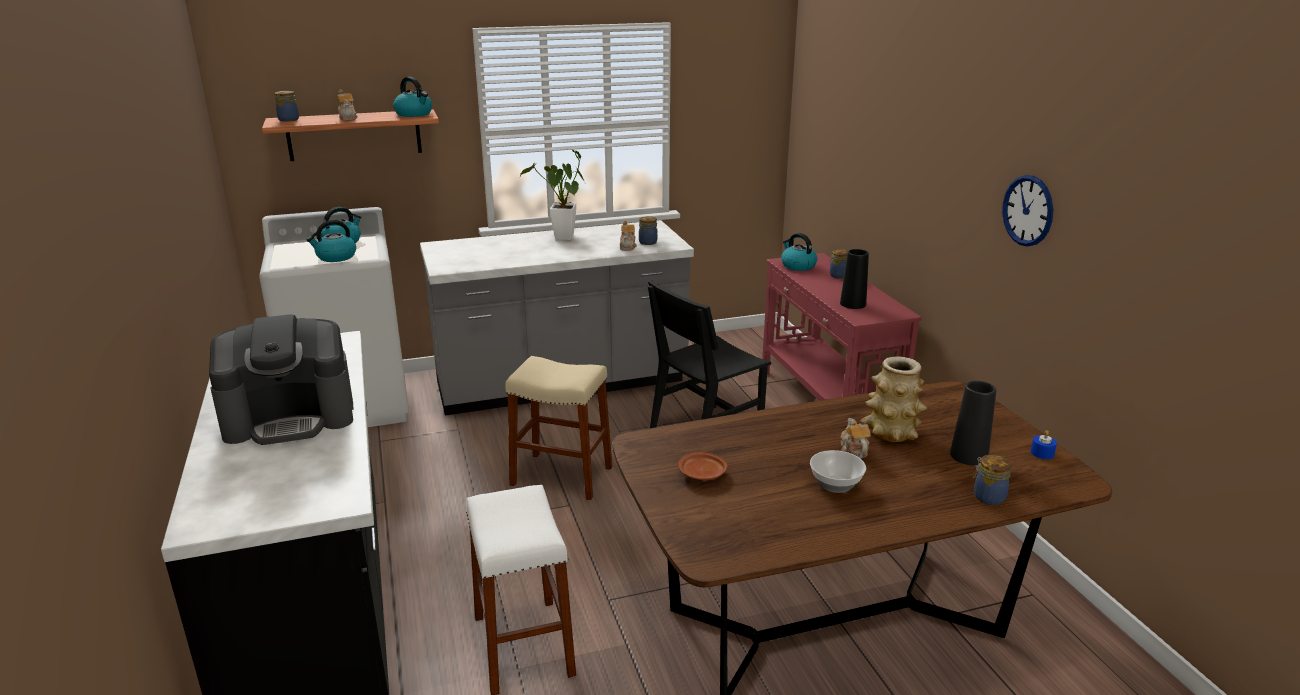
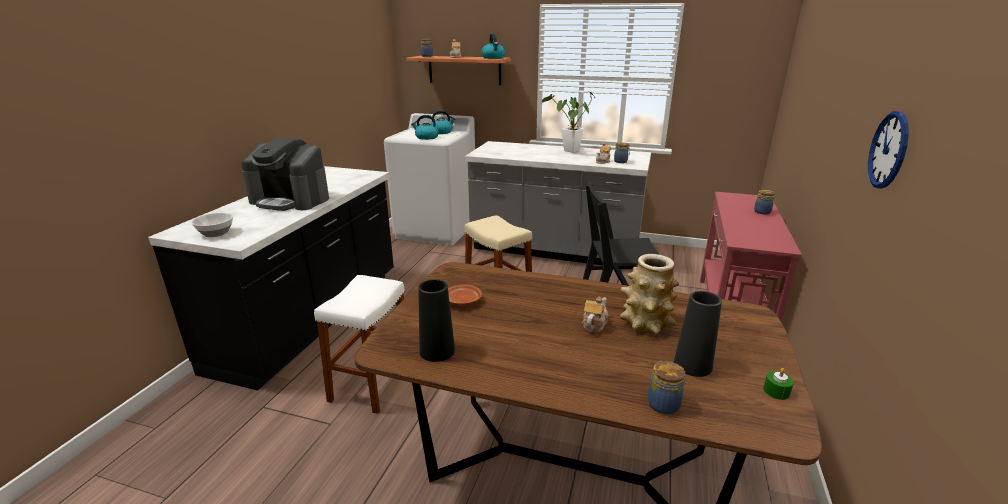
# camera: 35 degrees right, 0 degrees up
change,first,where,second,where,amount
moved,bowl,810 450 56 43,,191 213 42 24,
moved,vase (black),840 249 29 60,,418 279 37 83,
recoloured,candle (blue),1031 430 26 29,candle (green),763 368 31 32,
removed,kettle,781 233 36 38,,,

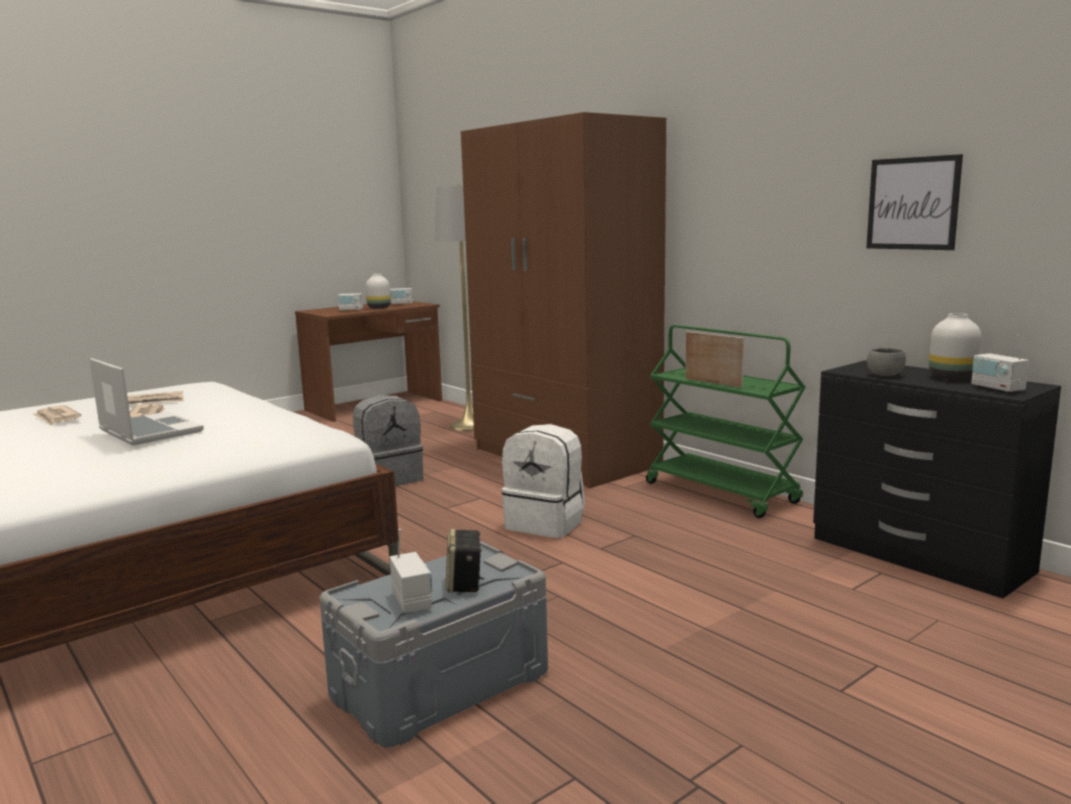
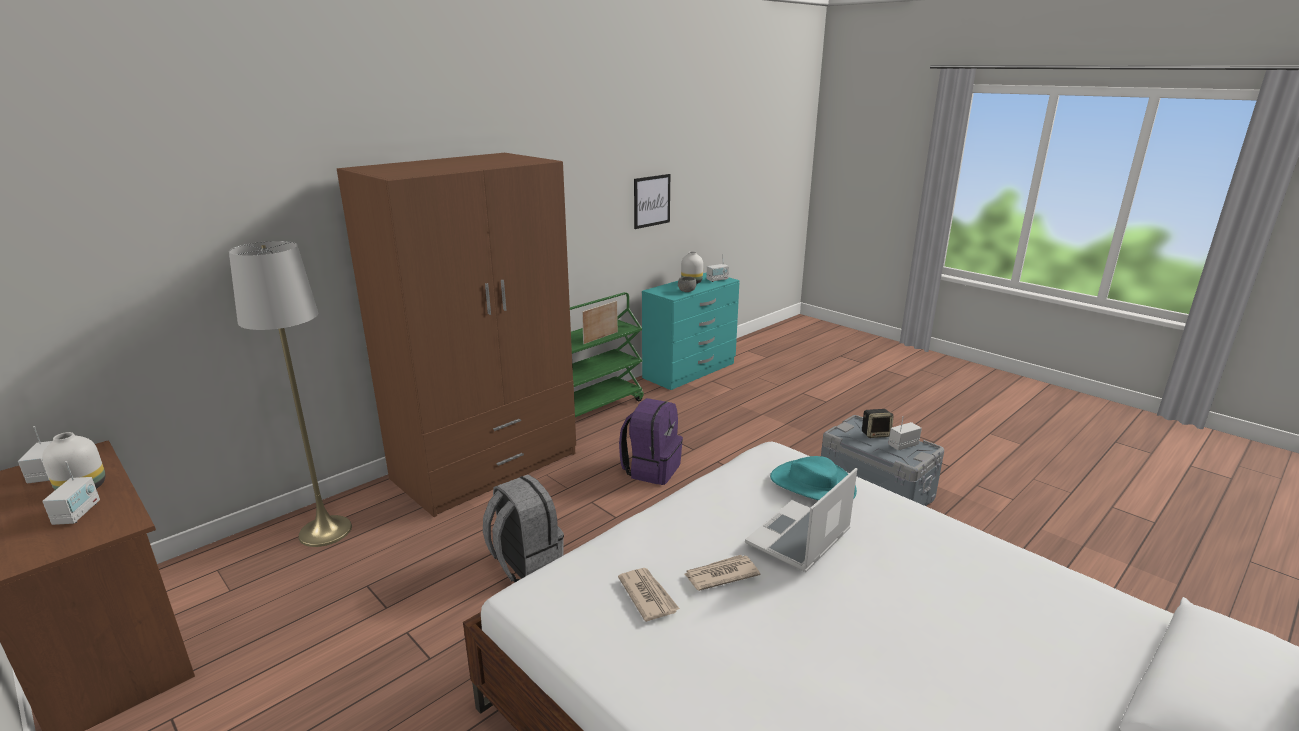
# camera: 95 degrees left, 10 degrees up
change,first,where,second,where,amount
recoloured,backpack (white),502 424 83 114,backpack (purple),619 398 64 87,
recoloured,dresser (black),813 360 248 238,dresser (turquoise),642 272 98 118,
added,,,hat (turquoise),770 456 87 44,
removed,newspaper,33 405 49 20,,,

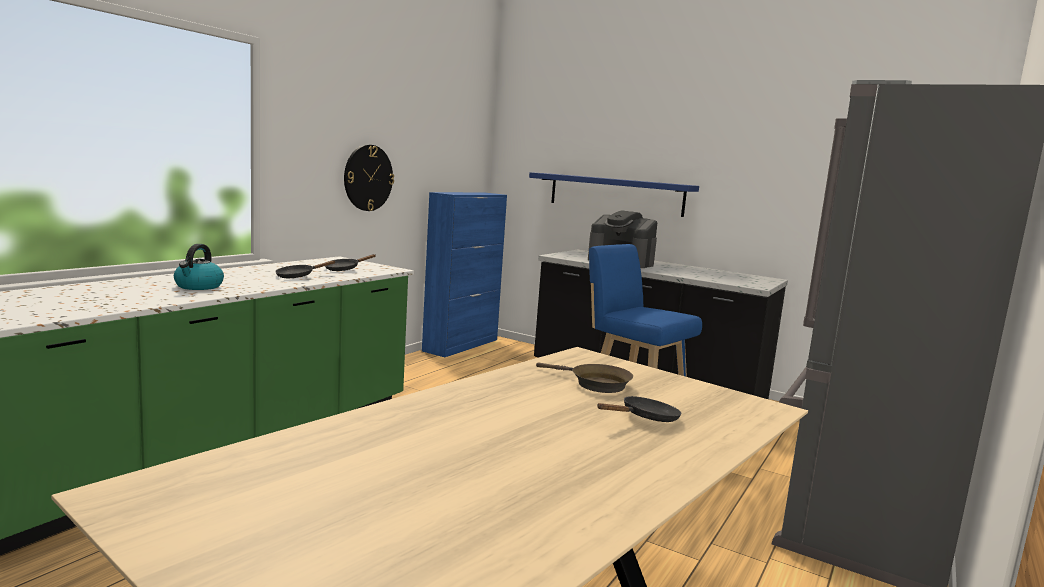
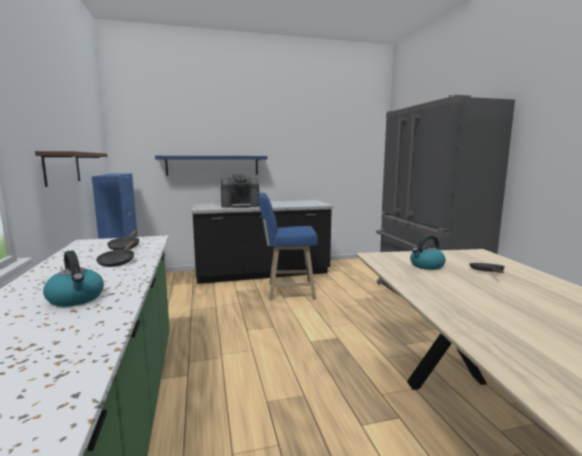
# camera: 45 degrees left, 0 degrees up
change,first,where,second,where,amount
replaced,wall clock,344 145 50 66,shelf (brown),35 151 73 36,
replaced,frying pan (brown),536 363 97 30,kettle,410 235 36 35,

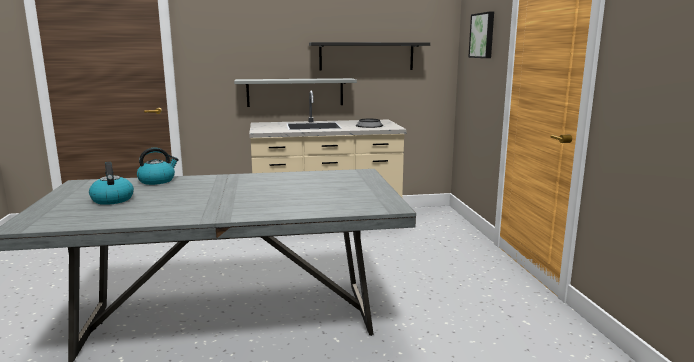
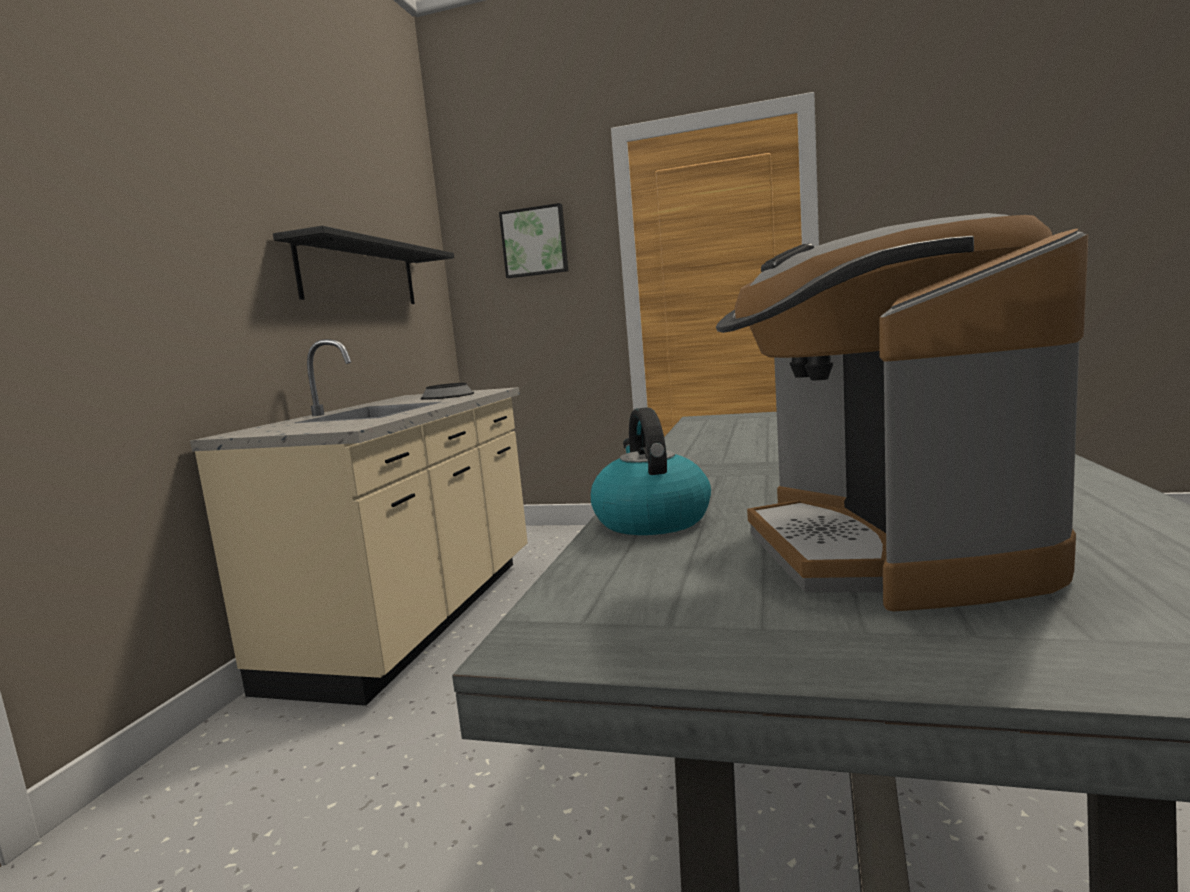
# camera: 65 degrees left, 5 degrees down
change,first,where,second,where,amount
replaced,kettle,89 162 45 43,coffee machine,716 213 372 398,
removed,shelf (grey),234 78 123 29,,,

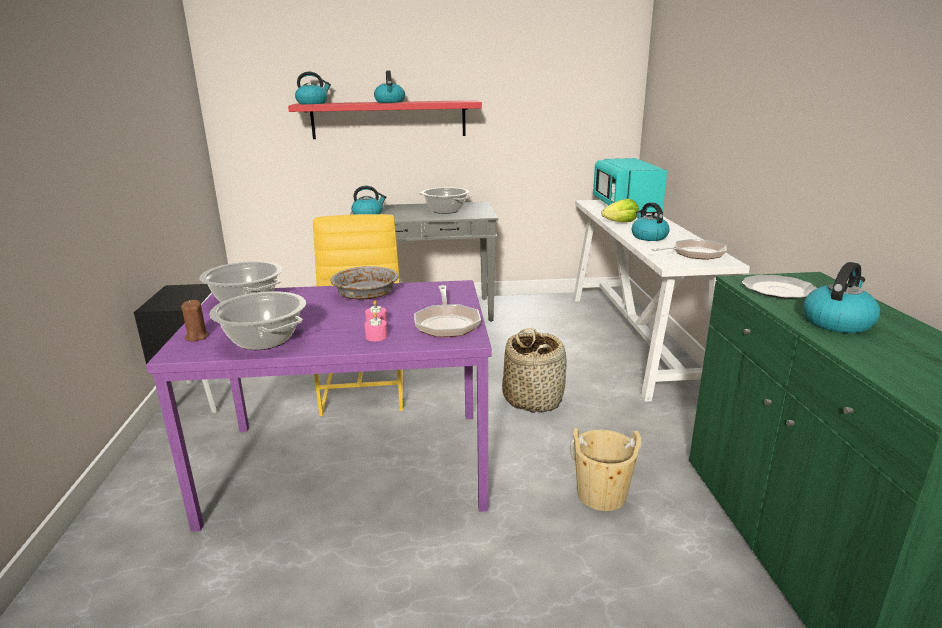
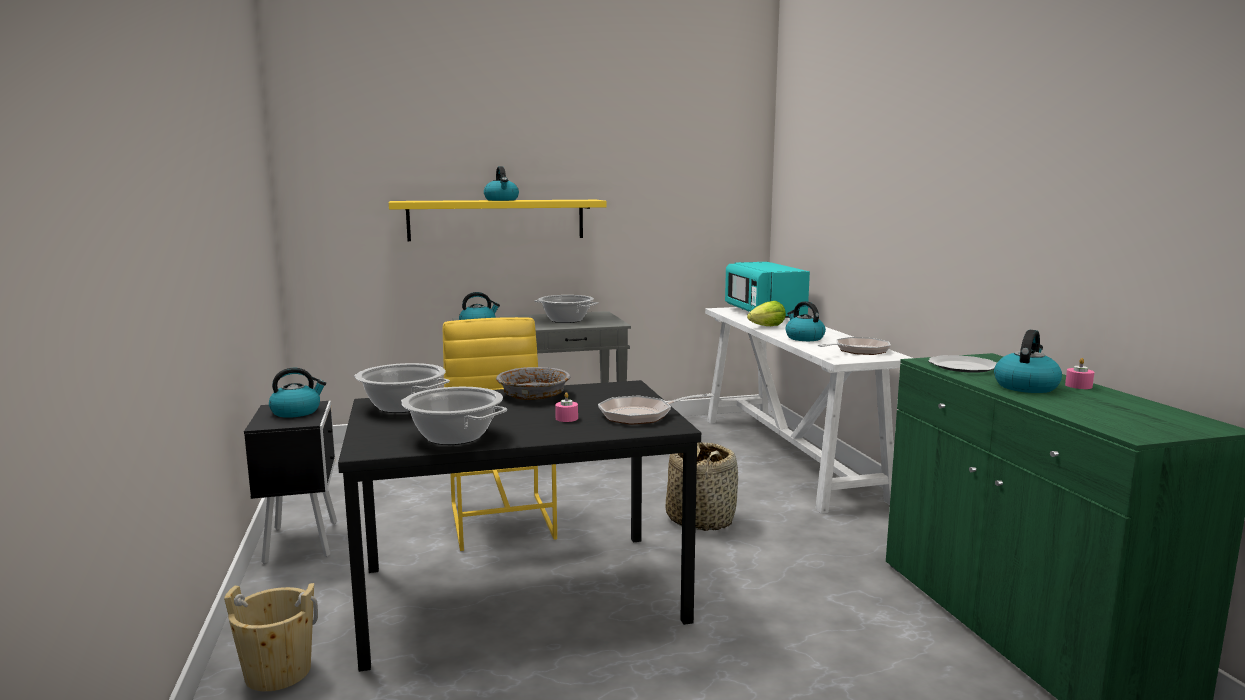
# camera: 10 degrees left, 10 degrees down
change,first,where,second,where,amount
moved,bucket (beige),570 428 72 83,,224 583 94 109,
moved,kettle,295 72 36 32,,269 368 57 50,
recoloured,dining table (purple),146 280 346 252,dining table (black),338 380 363 292,
recoloured,shelf (red),288 100 194 39,shelf (yellow),389 200 218 41,
turned,frying pan,414 285 67 52,,598 393 116 32,90 degrees clockwise
moved,candle (pink),364 312 24 29,,1065 358 29 31,
removed,candle (brown),181 300 28 41,,,

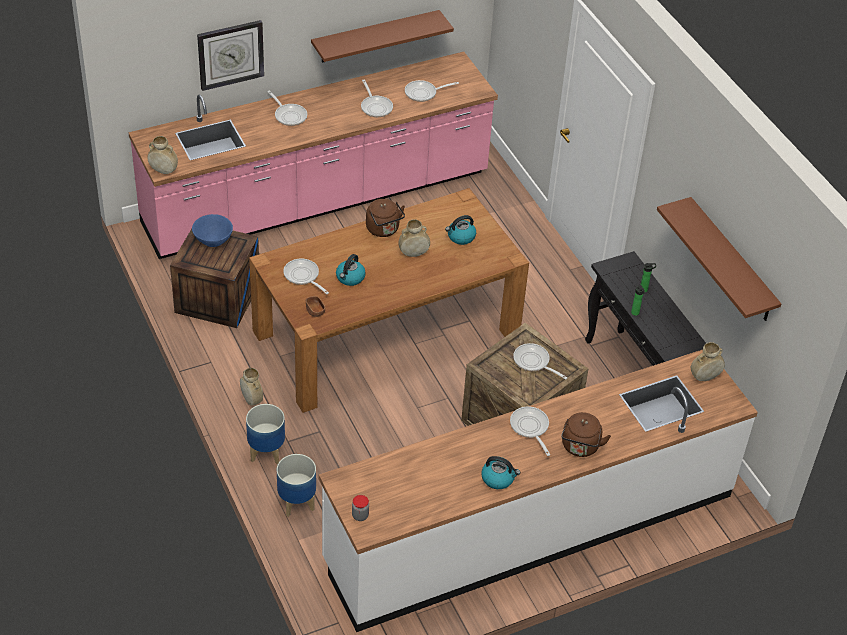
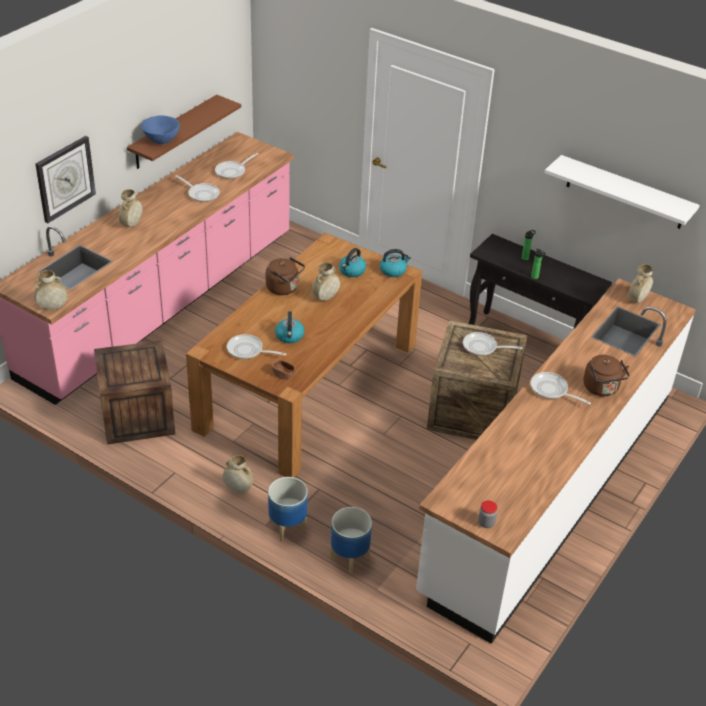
# camera: 30 degrees left, 5 degrees down
change,first,where,second,where,amount
replaced,frying pan,267 90 40 36,vase (beige),119 189 24 38,
moved,bowl (blue),192 214 41 33,,141 115 39 29,
moved,kettle,481 456 39 33,,380 249 31 28,
recoloured,shelf (brown),657 197 124 124,shelf (white),544 155 156 74,

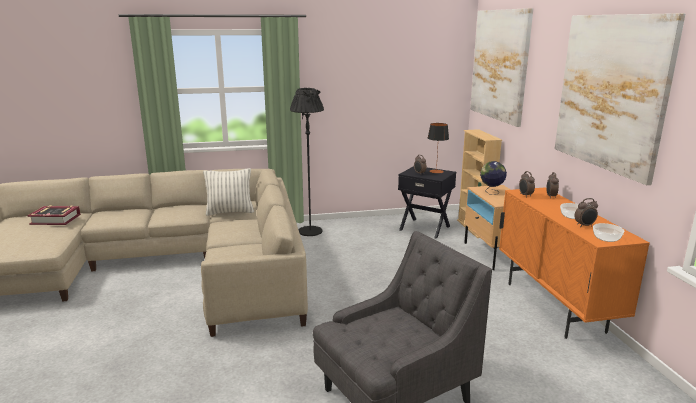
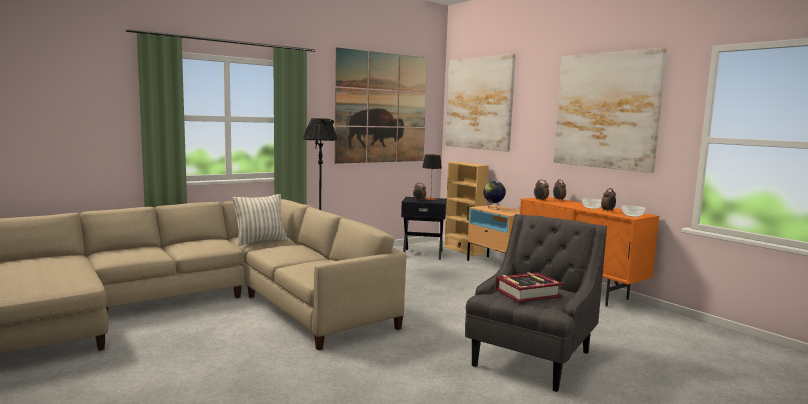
# camera: 25 degrees left, 10 degrees down
change,first,where,second,where,amount
added,,,picture,335 47 92 117,
moved,book,27 205 54 20,,495 272 68 30,

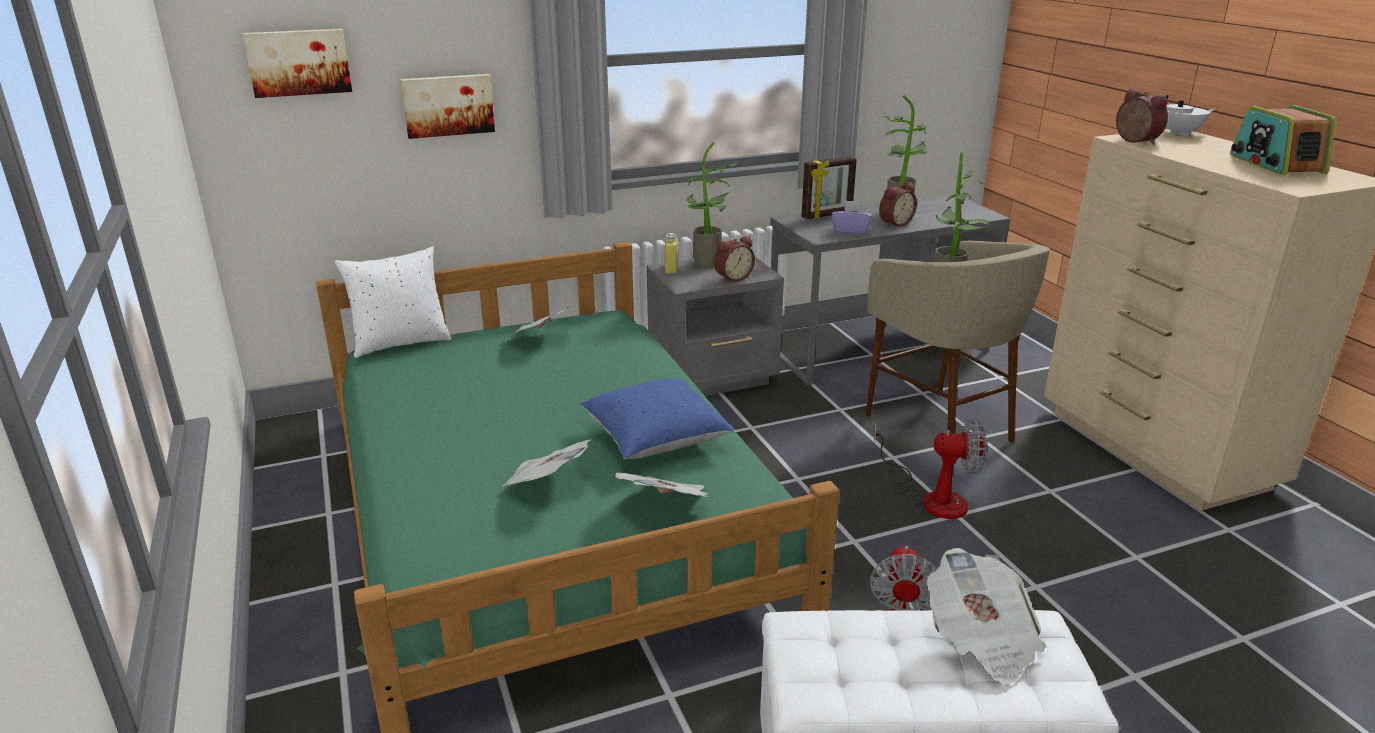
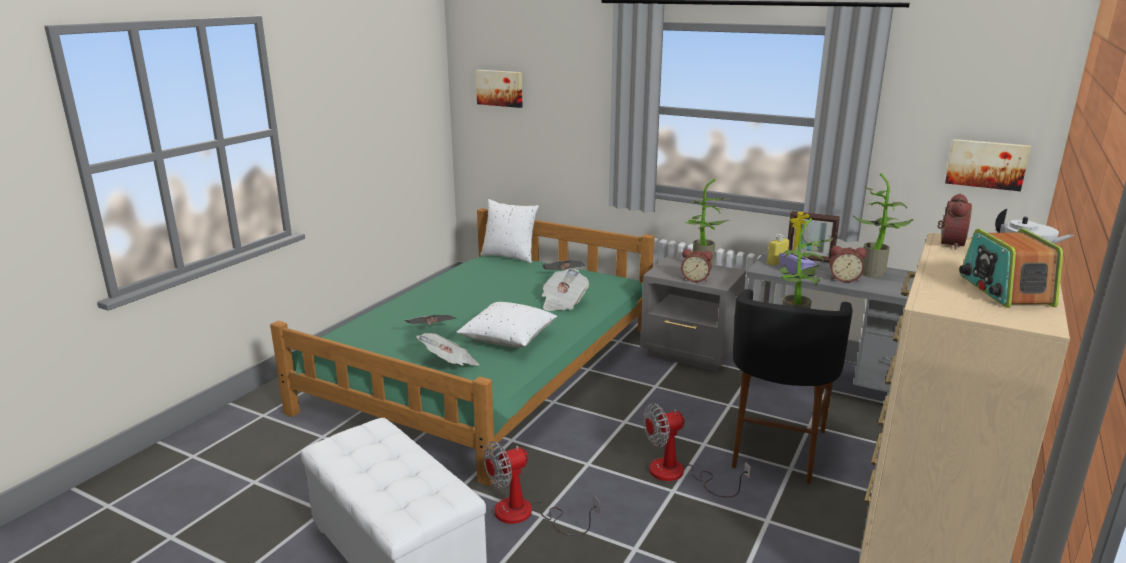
# camera: 50 degrees right, 5 degrees down
change,first,where,second,where,amount
recoloured,pillow (blue),580 378 155 81,pillow (white),456 302 101 46,
moved,newspaper,926 548 120 138,,542 268 47 43,
turned,fan,874 418 113 101,,643 403 108 95,105 degrees clockwise
recoloured,stool (beige),866 241 184 201,stool (black),732 289 121 195,
moved,bottle (yellow),665 233 13 40,,767 234 22 32,
moved,picture,400 74 95 65,,945 139 86 52,
turned,radio,1230 105 106 70,,959 229 104 79,45 degrees counterclockwise

